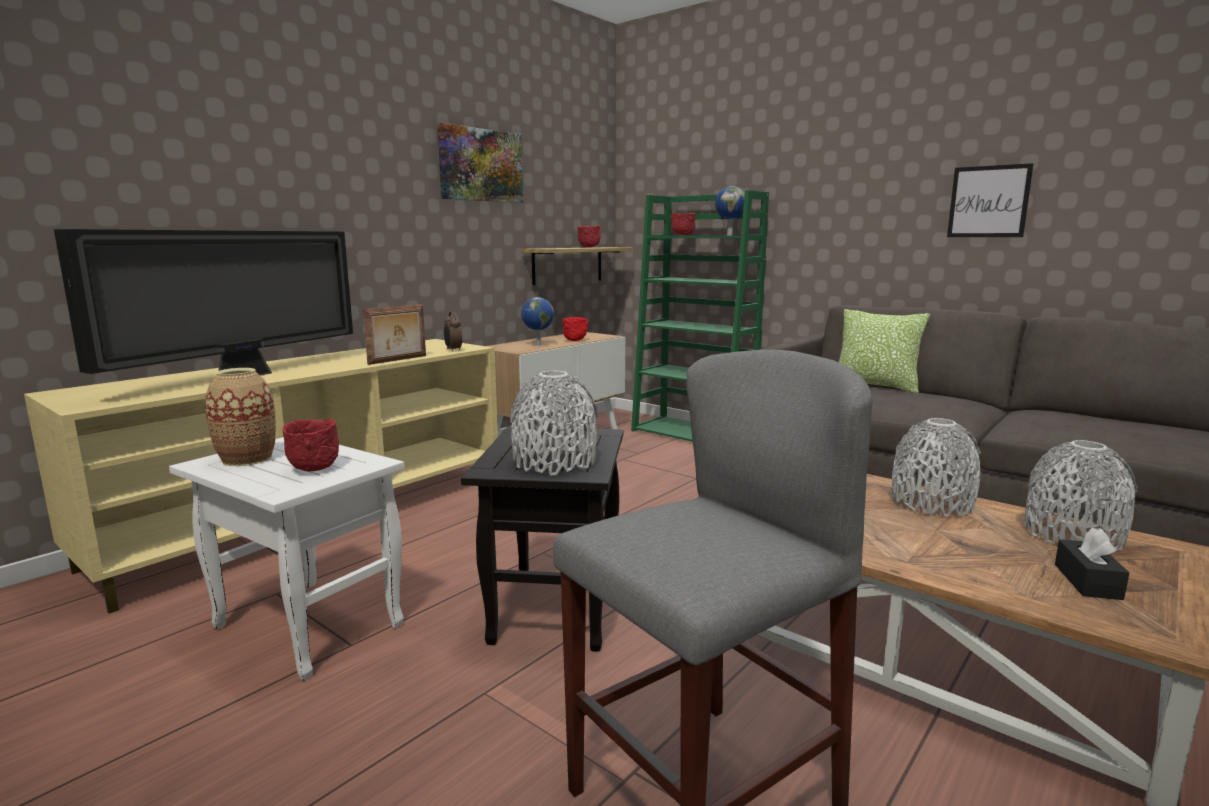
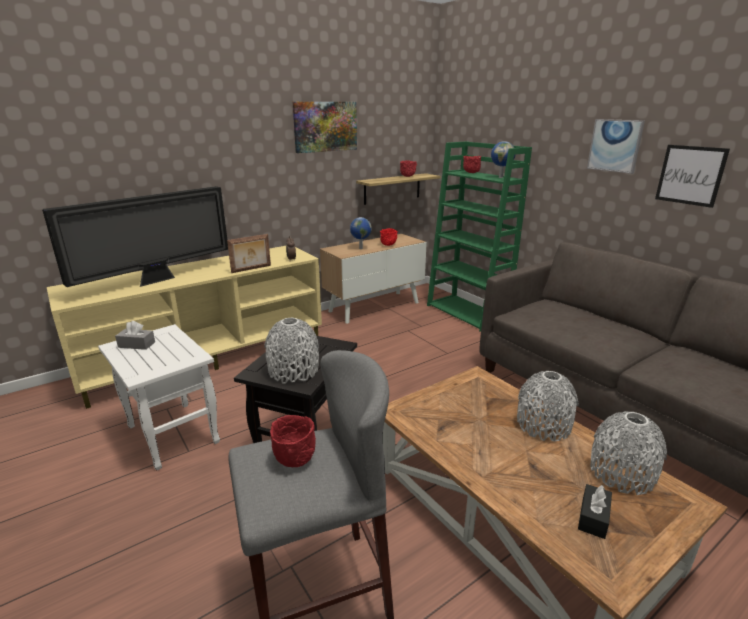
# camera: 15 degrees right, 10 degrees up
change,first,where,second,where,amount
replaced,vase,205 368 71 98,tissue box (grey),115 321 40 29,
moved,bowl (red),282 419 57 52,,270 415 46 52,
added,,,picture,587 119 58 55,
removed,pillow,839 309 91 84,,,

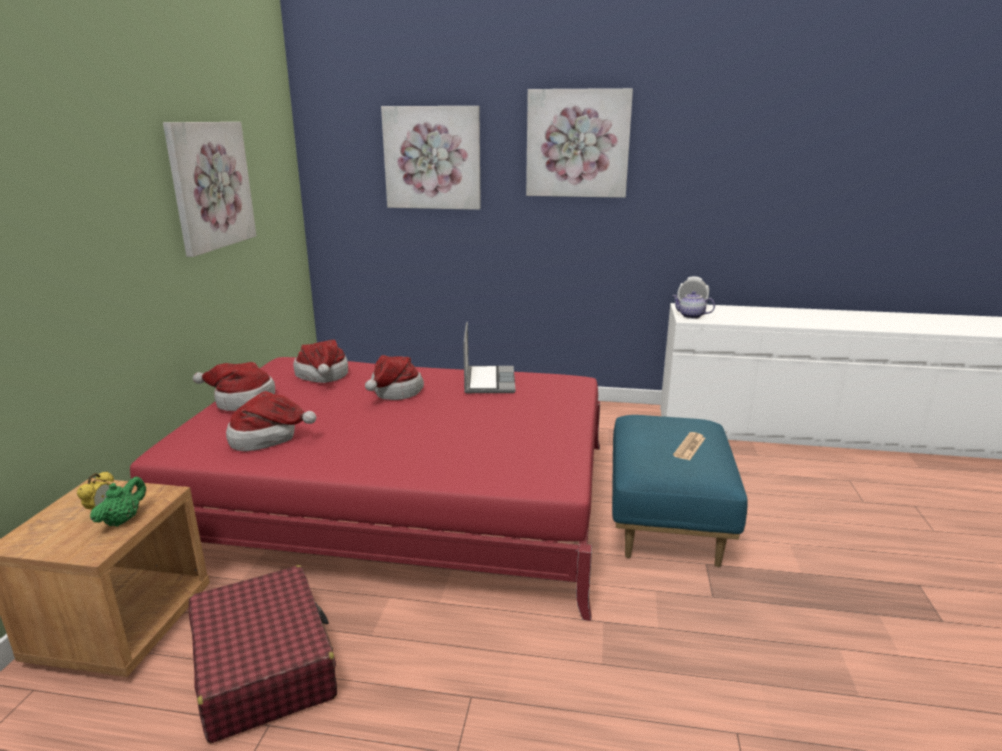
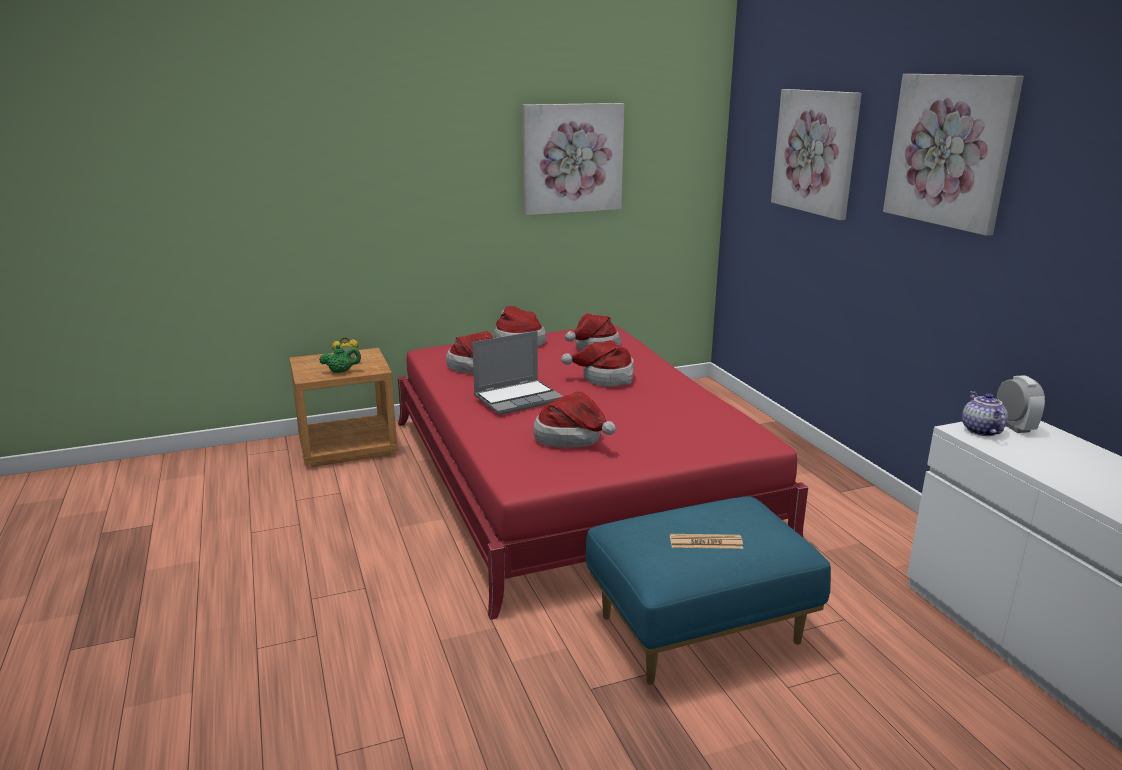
# camera: 60 degrees right, 0 degrees up
change,first,where,second,where,amount
moved,laptop,463 322 53 71,,472 331 91 84,
added,,,hat,534 391 82 56,
removed,suitcase (red),189 565 148 178,,,

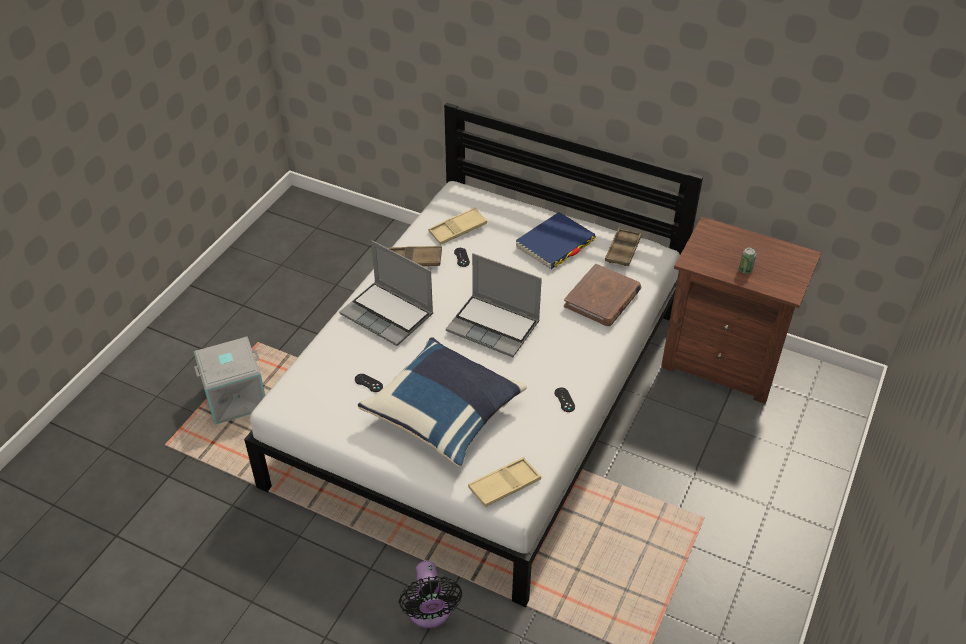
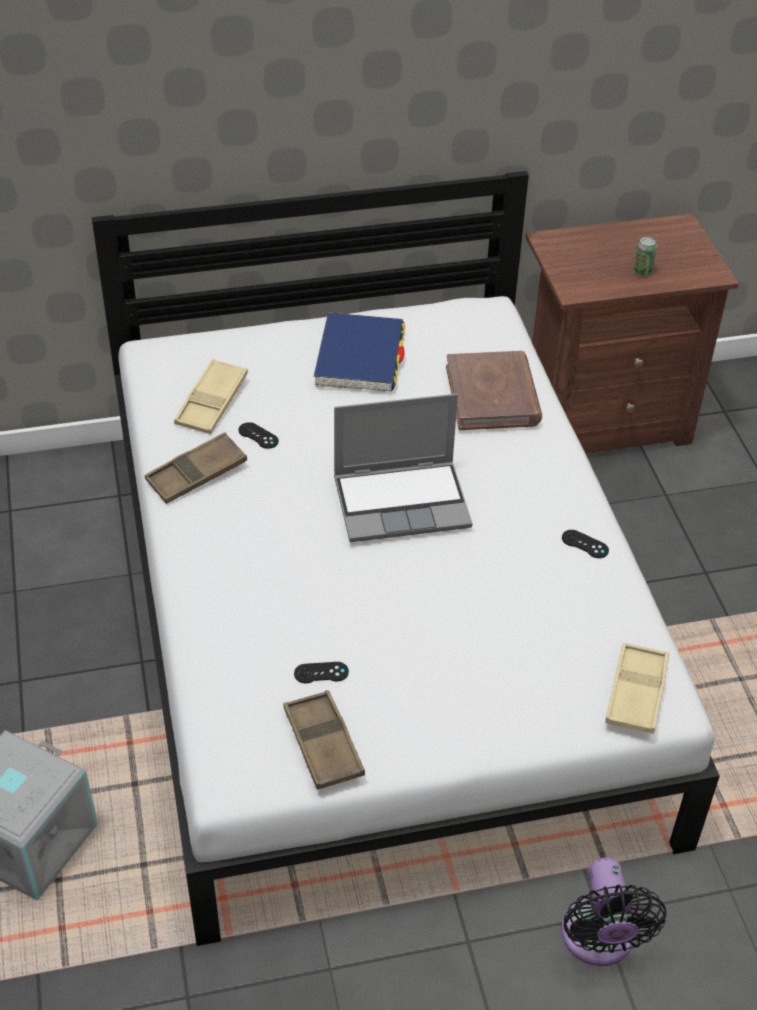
# camera: 40 degrees left, 0 degrees up
change,first,where,second,where,amount
moved,tray (brown),605 228 37 38,,283 690 82 100,
turned,fan (black),399 561 63 67,,561 858 105 108,45 degrees clockwise
removed,laptop,339 240 94 106,,,
removed,pillow (blue),358 337 169 130,,,

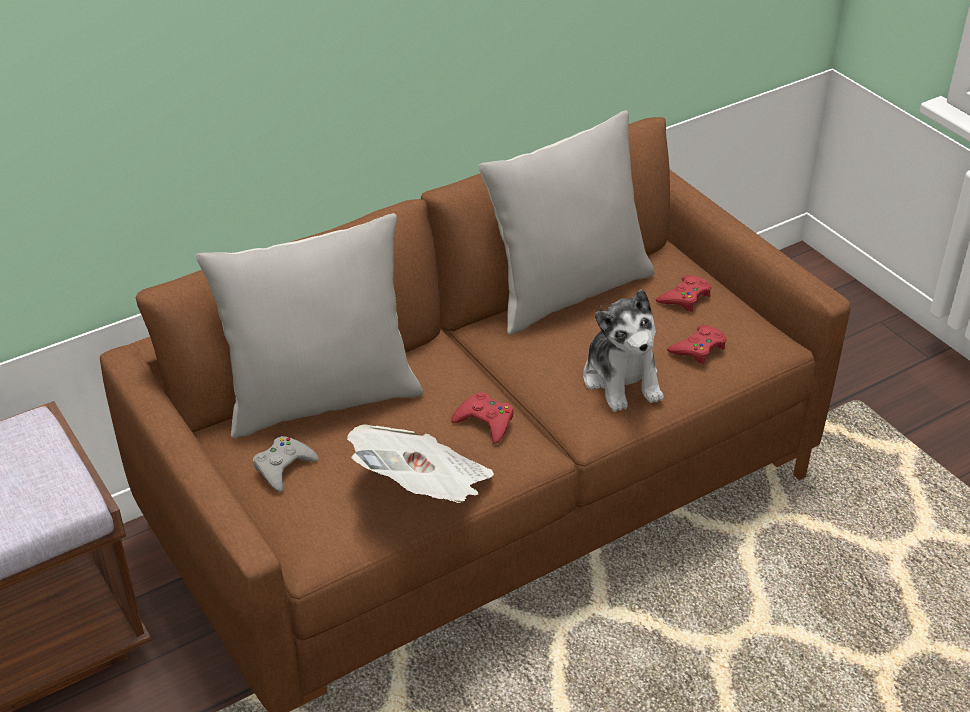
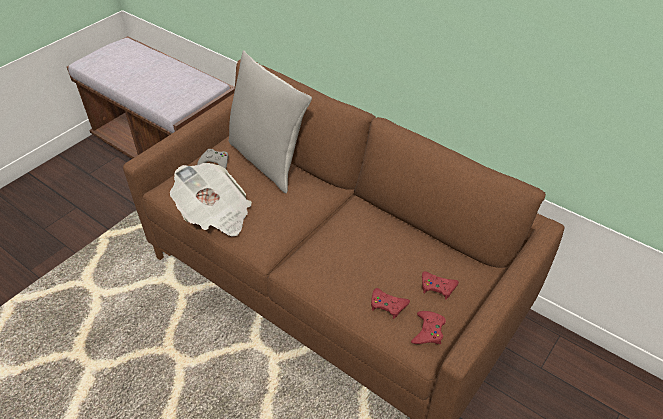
# camera: 70 degrees right, 5 degrees up
change,first,where,second,where,amount
moved,game controller (red),451 392 62 52,,411 311 35 33,
removed,pillow (grey),478 110 177 225,,,
removed,plush toy,583 289 81 123,,,

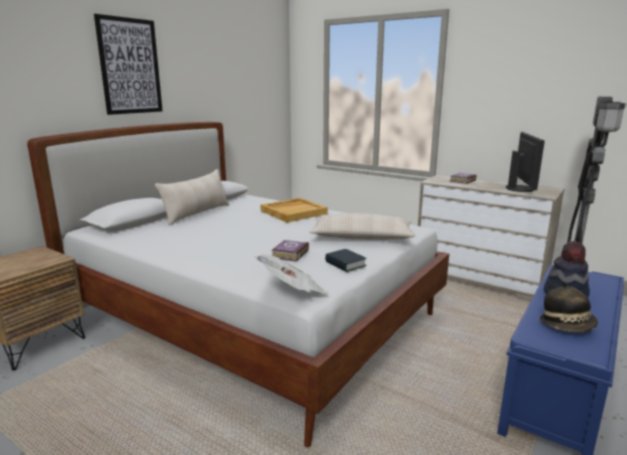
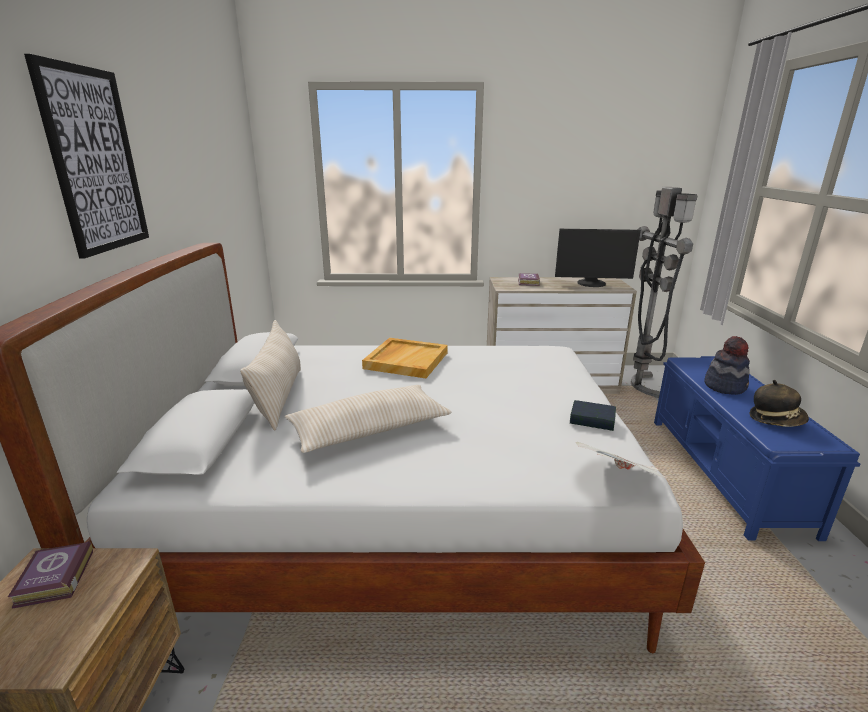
# camera: 35 degrees left, 5 degrees up
change,first,where,second,where,amount
moved,book,271 240 38 22,,8 541 85 68,
moved,pillow (beige),309 213 107 27,,284 385 167 68,
turned,monitor,506 132 39 60,,555 229 86 58,120 degrees clockwise

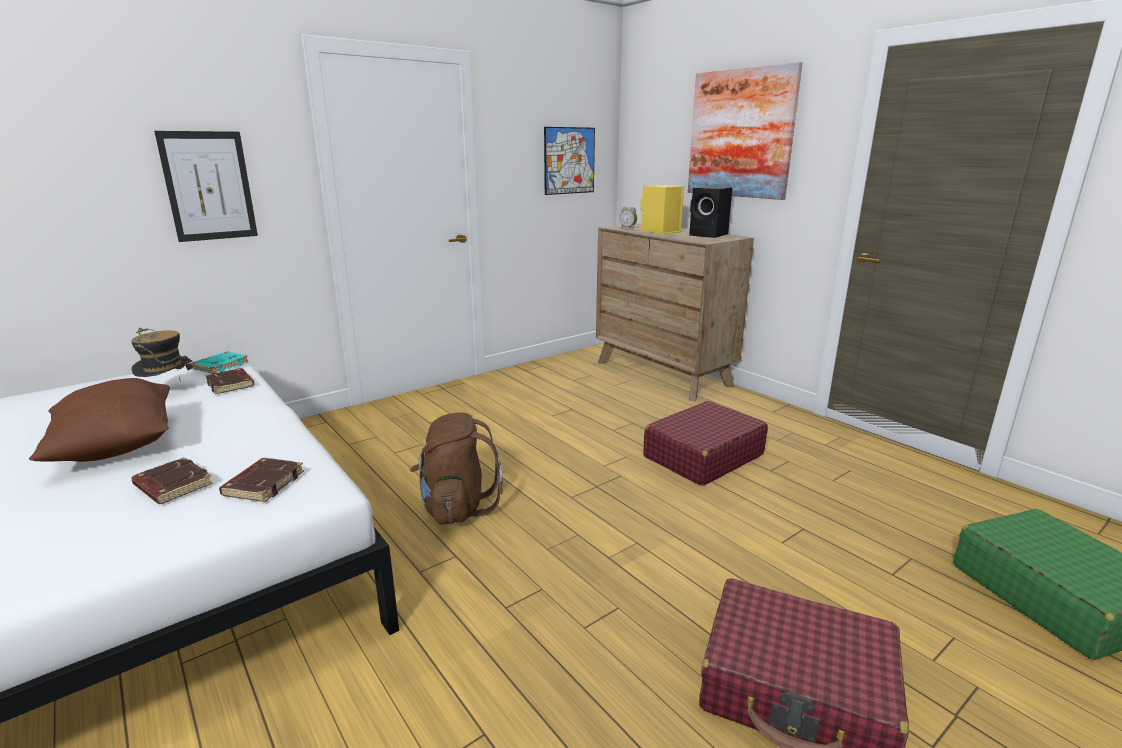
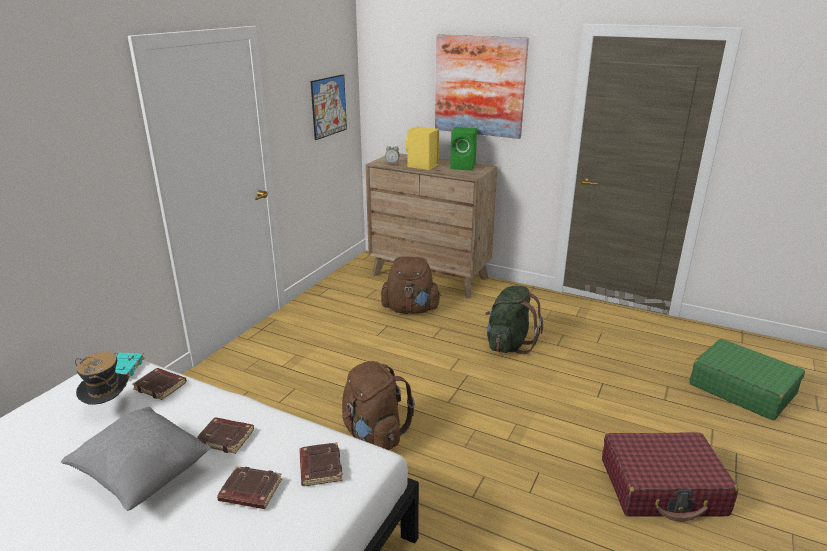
# camera: 25 degrees left, 5 degrees up
change,first,where,second,where,amount
recoloured,pillow (brown),29 378 141 84,pillow (grey),61 407 150 104,
added,,,book (brown),196 417 58 37,
added,,,backpack (brown),381 256 60 58,
recoloured,speaker (black),689 186 44 52,speaker (green),450 127 27 43,
replaced,suitcase (red),643 401 125 85,backpack (green),485 286 58 68,
removed,picture,154 131 104 111,,,

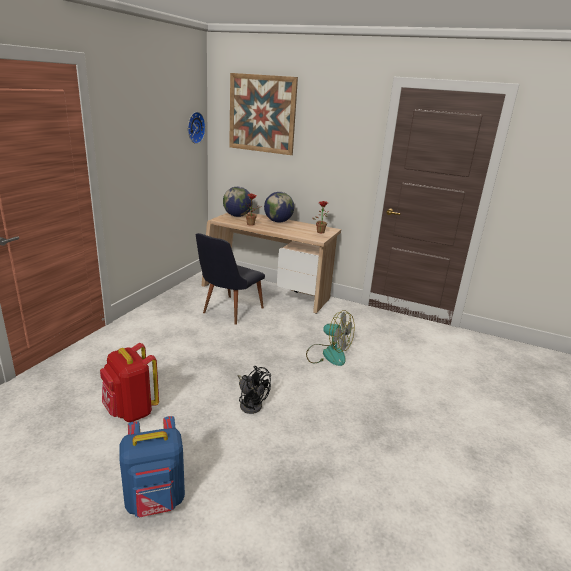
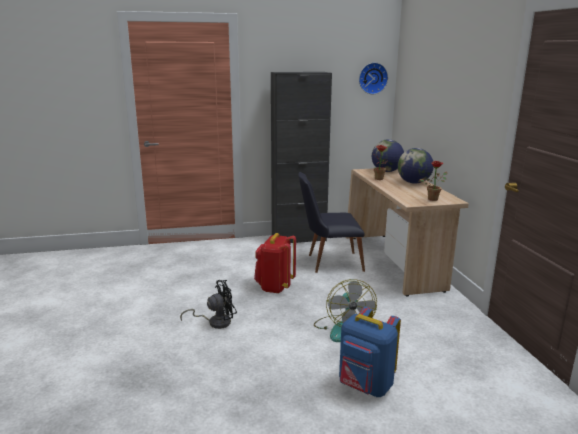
# camera: 55 degrees right, 5 degrees down
change,first,where,second,where,amount
turned,fan (black),238 366 33 48,,180 280 57 49,120 degrees counterclockwise
moved,backpack (red),100 343 59 79,,254 233 42 60,
added,,,cabinet (black),271 72 61 171,
moved,backpack (blue),119 416 66 101,,339 307 62 90,
removed,picture,229 73 69 82,,,

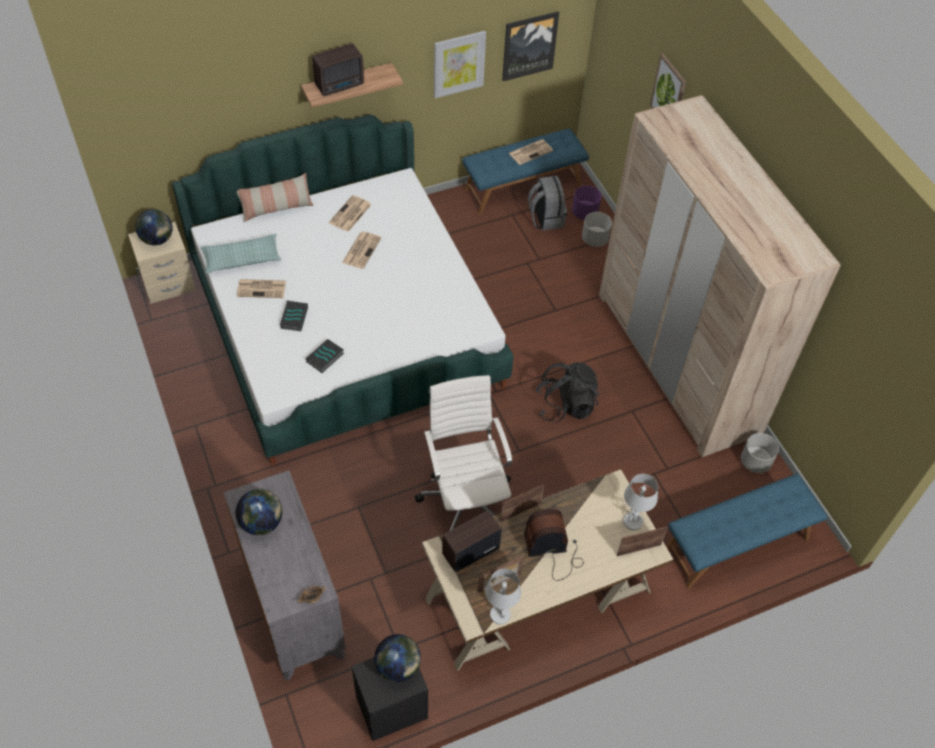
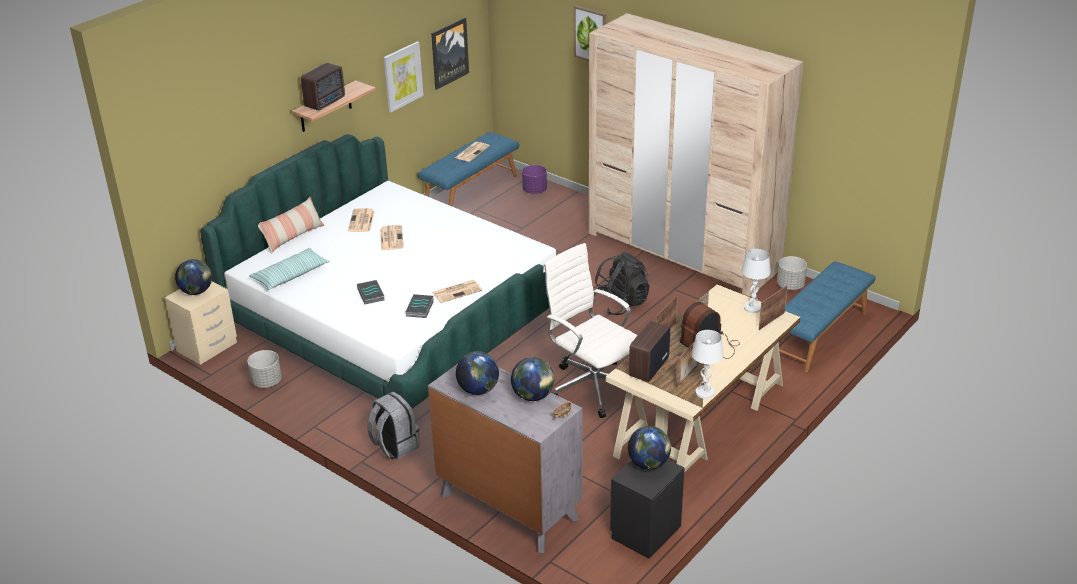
# camera: 25 degrees left, 20 degrees down
change,first,where,second,where,amount
moved,planter (grey),582 212 30 35,,247 350 35 38,
moved,backpack (grey),528 176 39 55,,367 392 53 68,
moved,newspaper,237 279 49 19,,432 280 50 23,
added,,,globe,511 357 43 44,

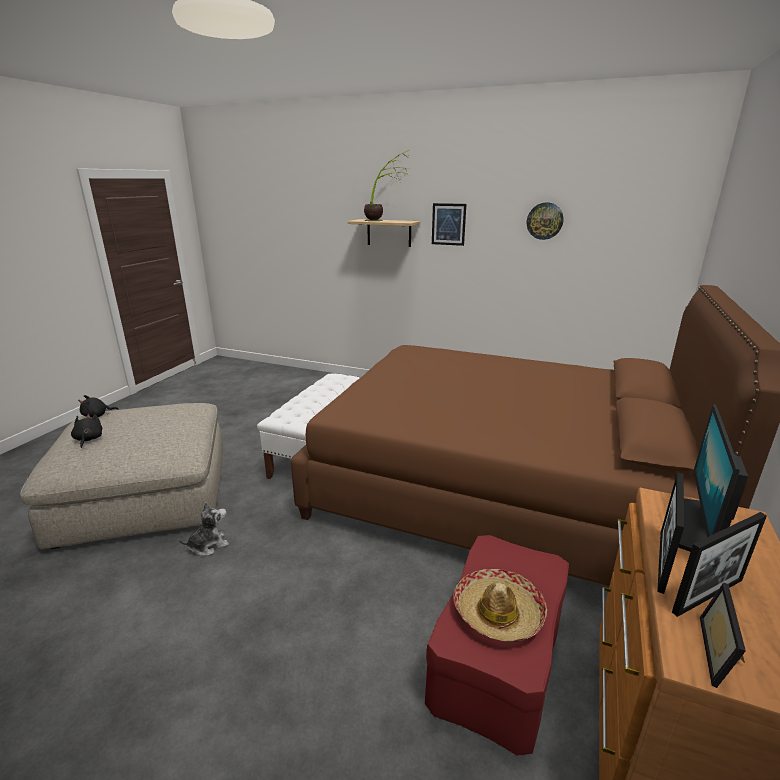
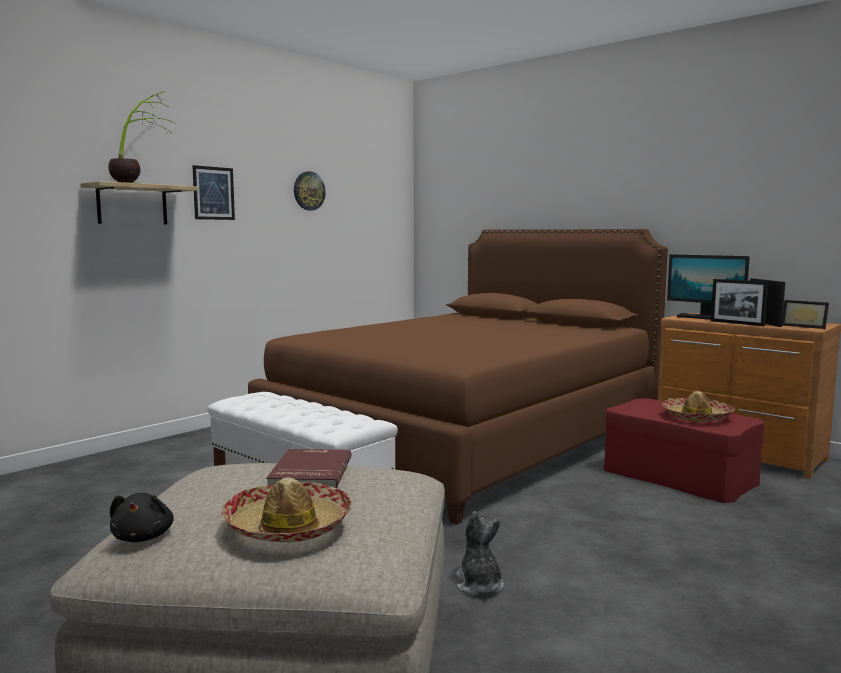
# camera: 70 degrees left, 15 degrees down
change,first,where,second,where,amount
replaced,plush toy (black),71 414 31 34,hat,221 478 131 64,
added,,,book (red),266 449 85 40,

